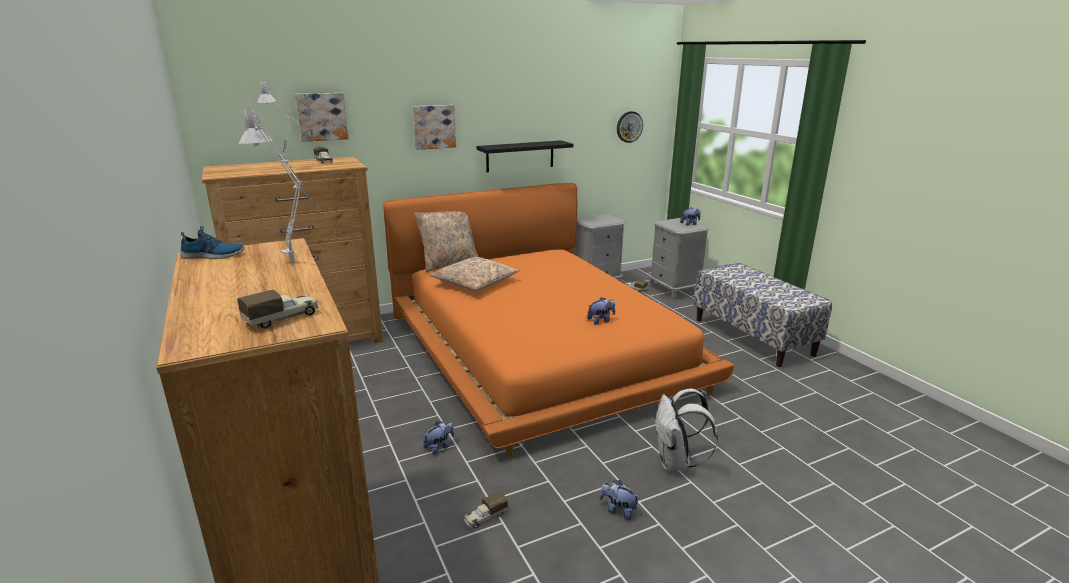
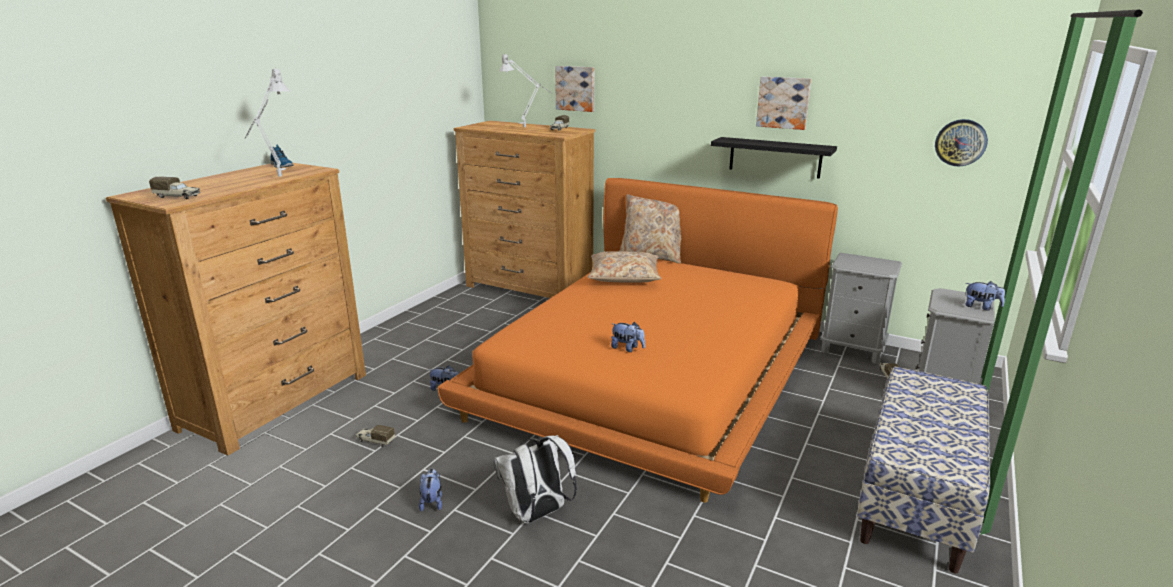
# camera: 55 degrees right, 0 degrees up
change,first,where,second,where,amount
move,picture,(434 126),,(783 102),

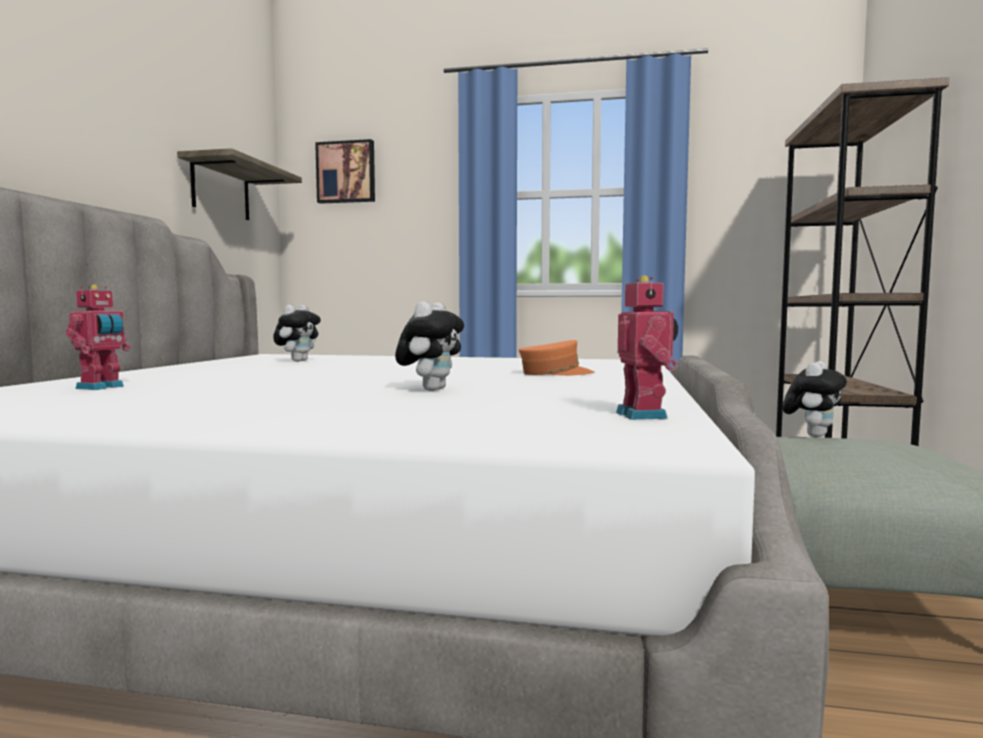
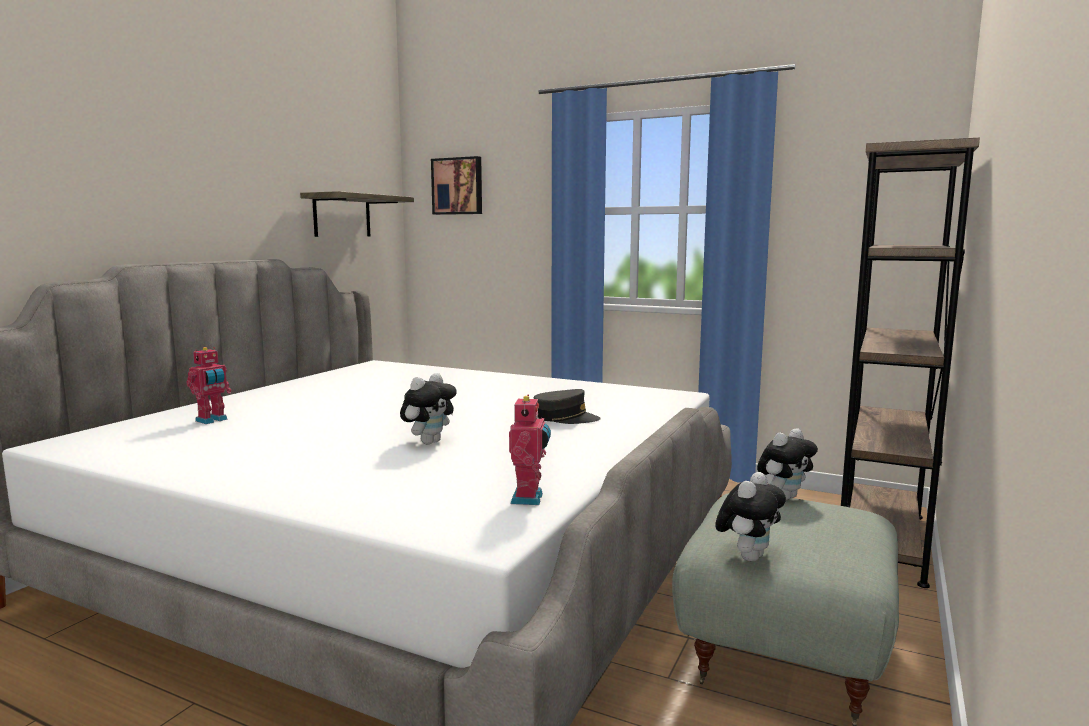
# camera: 15 degrees right, 5 degrees up
change,first,where,second,where,amount
recolor,orange_cap,(555 373),grey_cap,(565 418),
move,plush_toy,(298 361),,(748 556),

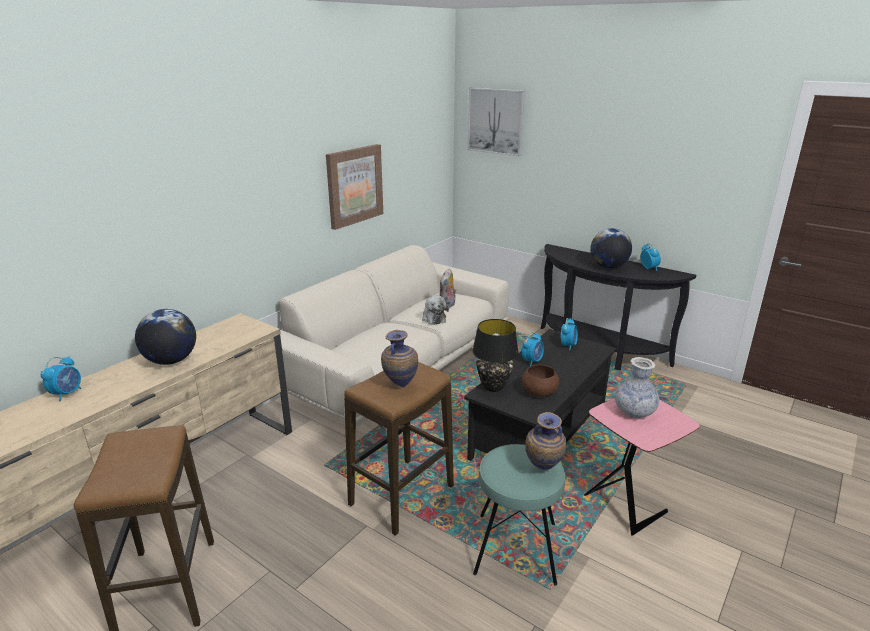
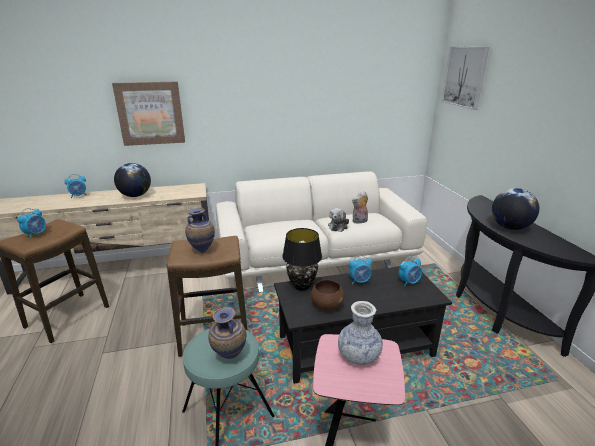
# camera: 40 degrees right, 0 degrees up
change,first,where,second,where,amount
move,alarm_clock,(648 268),,(36 234),
move,picture,(354 185),,(150 113),

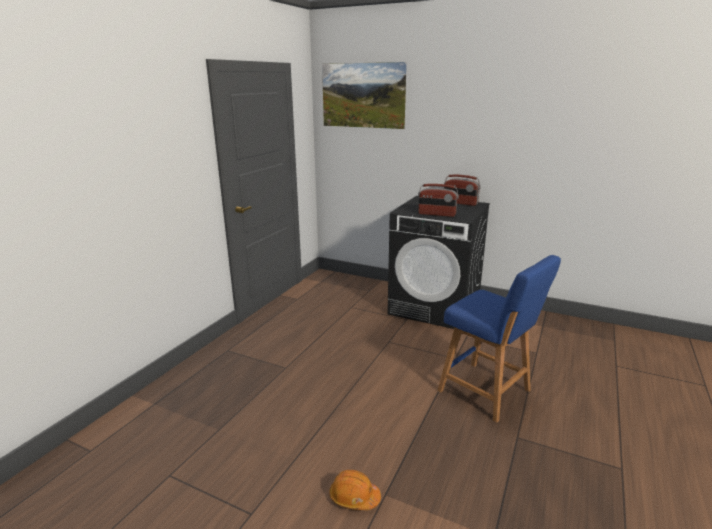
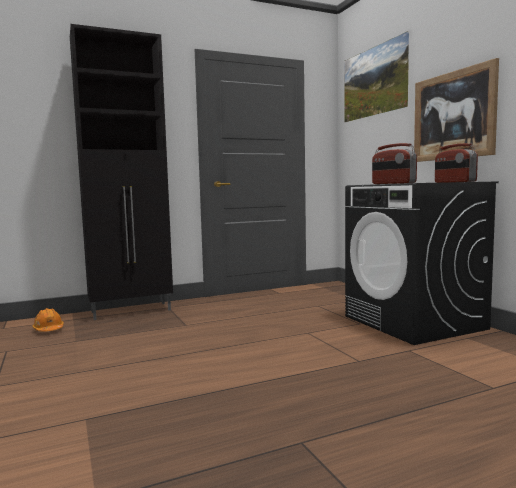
# camera: 40 degrees right, 15 degrees down
change,first,where,second,where,amount
move,orange_hard_hat,(354 497),,(48 329),
insert,,,black_cabinet,(132 311),
insert,,,picture,(453 115),
delete,blue_stool,(488 392),,,

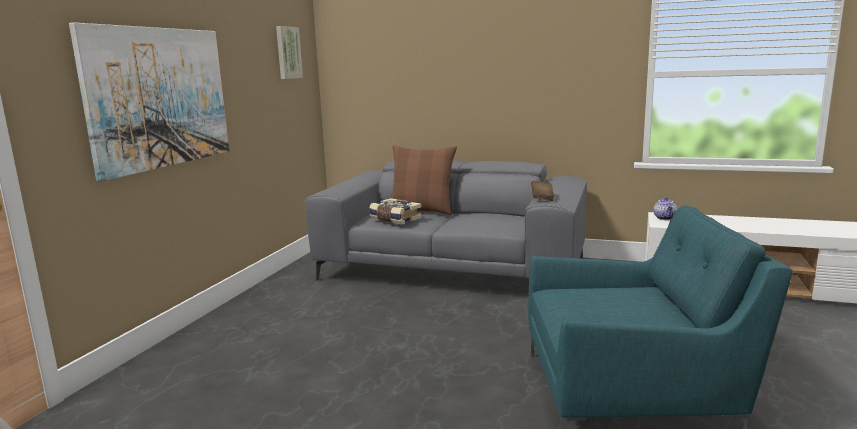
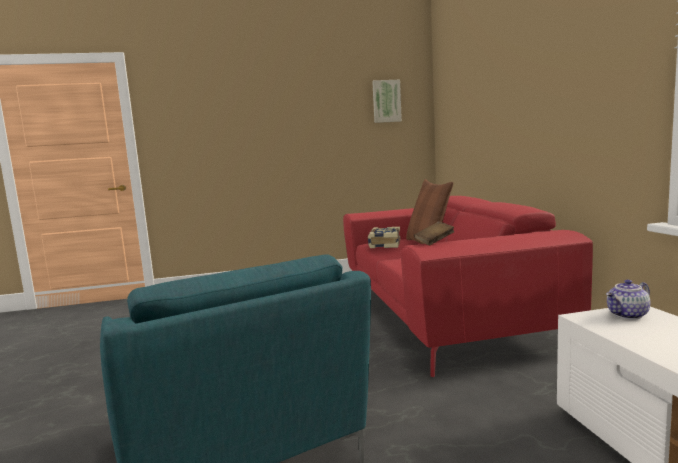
# camera: 60 degrees right, 5 degrees down
change,first,where,second,where,amount
recolor,grey_sofa,(452 270),red_sofa,(440 310),
delete,picture,(159 98),,,

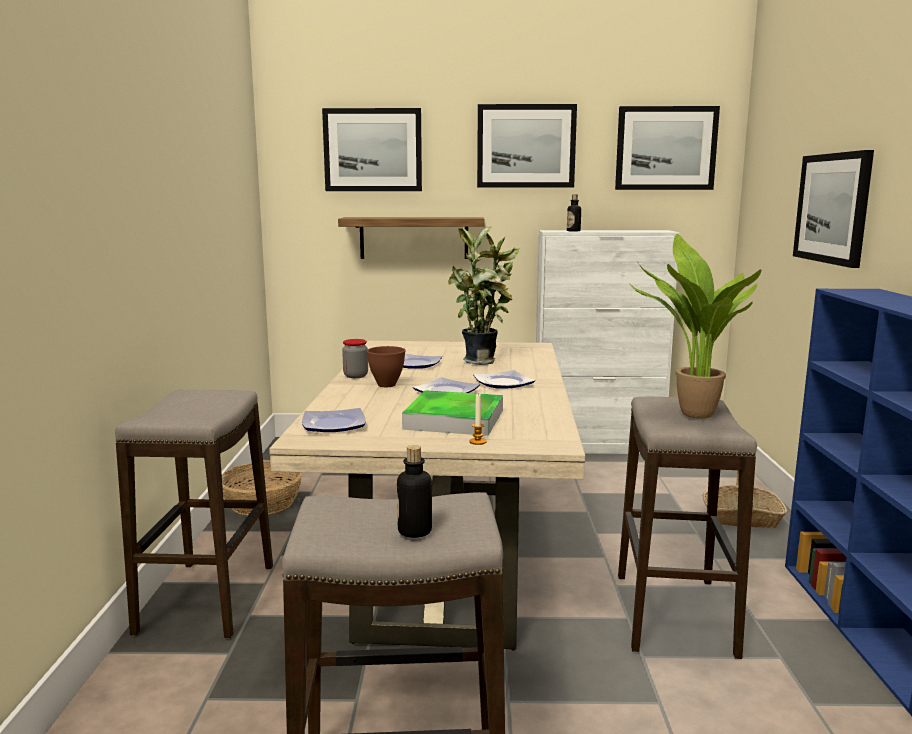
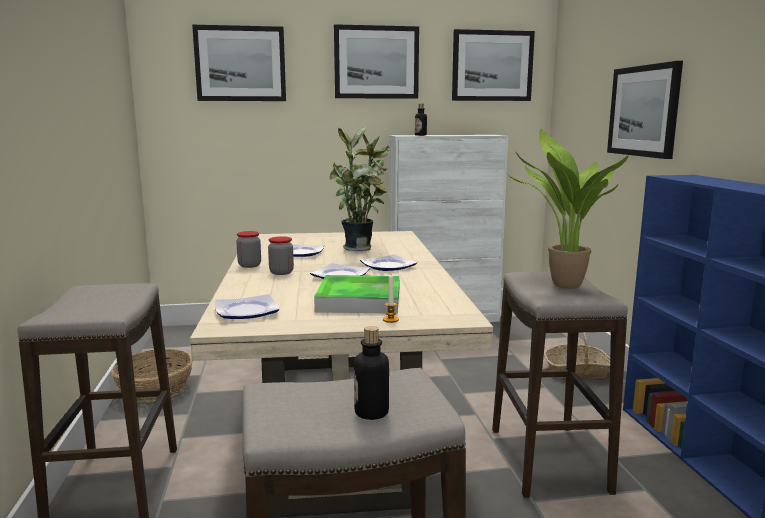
# camera: 10 degrees left, 0 degrees up
change,first,where,second,where,amount
replace,brown_bowl,(385 385),jar,(281 272),
delete,shelf,(414 238),,,

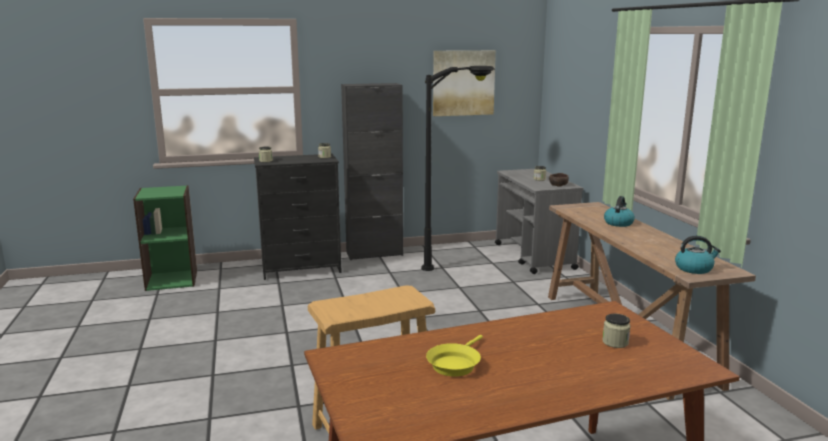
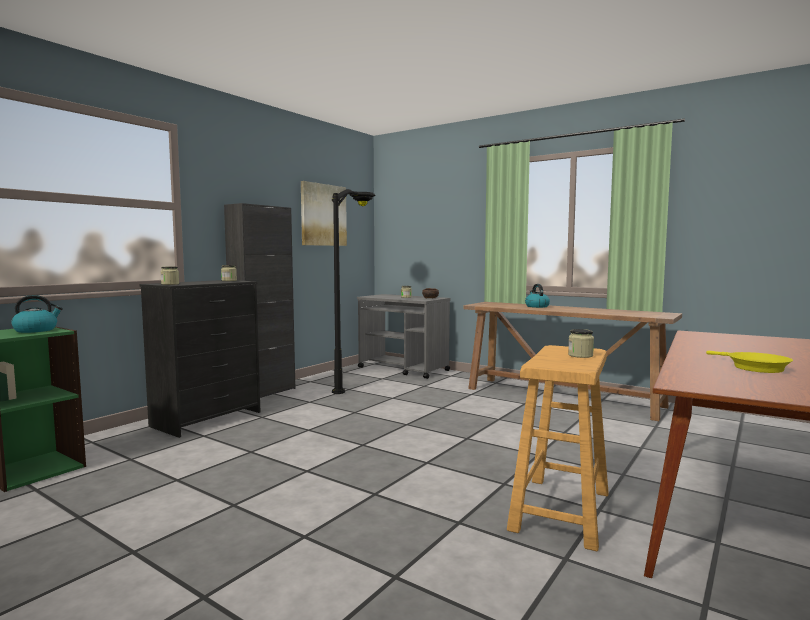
# camera: 40 degrees left, 10 degrees down
change,first,where,second,where,amount
move,kettle,(694 268),,(36 330),
move,jar,(615 342),,(580 355),

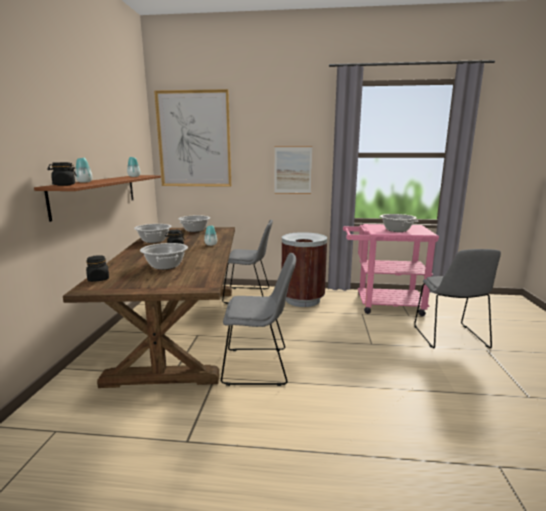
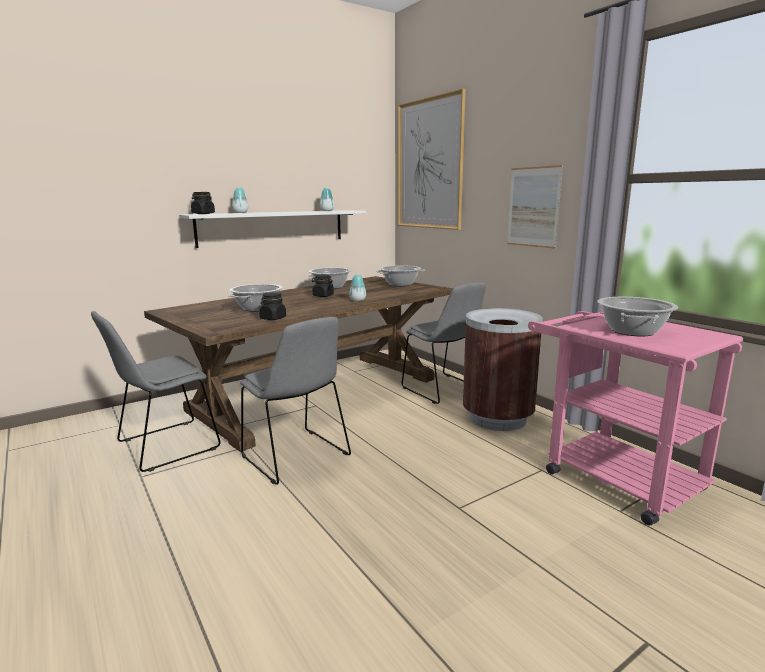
# camera: 50 degrees right, 0 degrees up
change,first,where,second,where,amount
move,grey_chair,(450 338),,(164 446),
recolor,brown_shelf,(97 194),white_shelf,(272 227),
move,black_jar,(98 279),,(273 318),

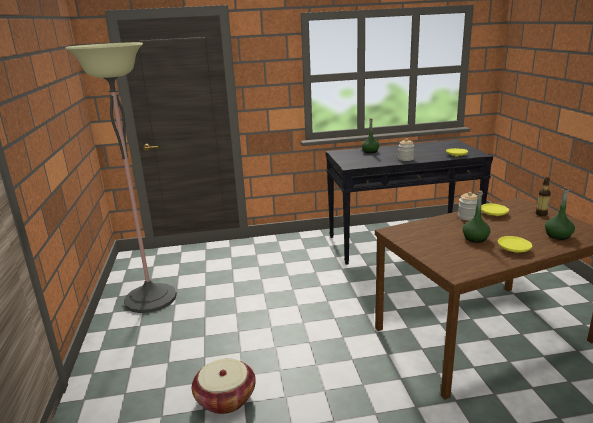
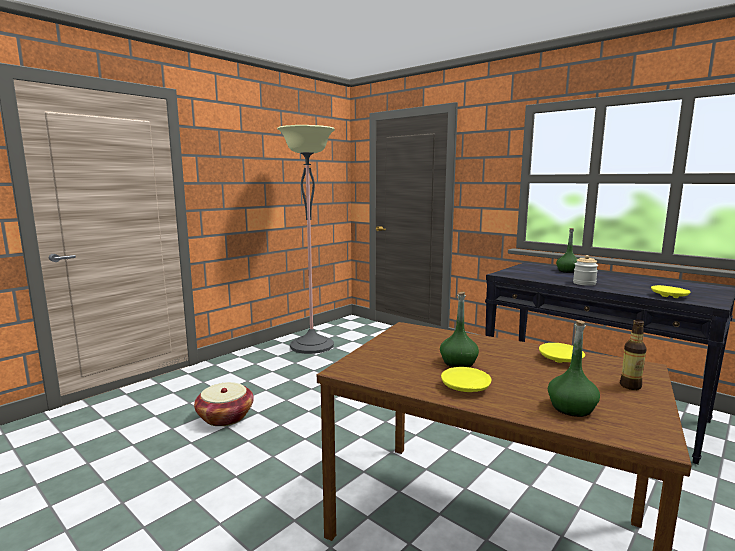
# camera: 50 degrees right, 10 degrees down
change,first,where,second,where,amount
delete,jar,(468 217),,,

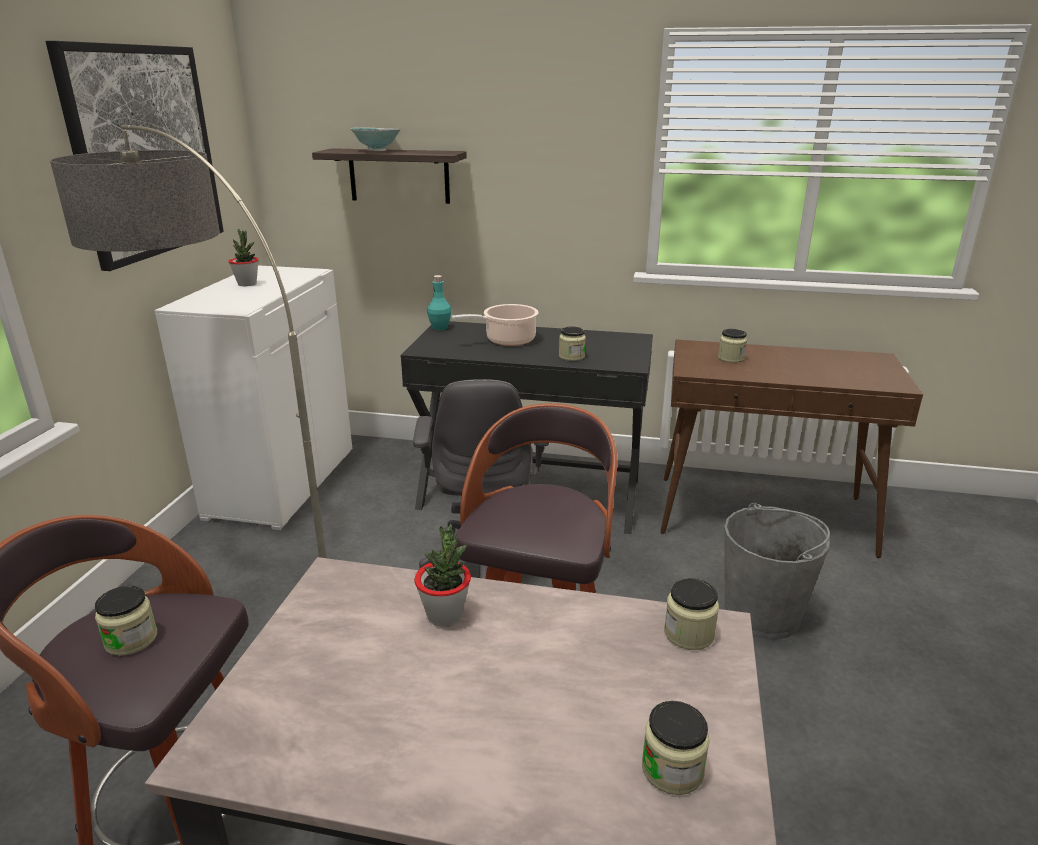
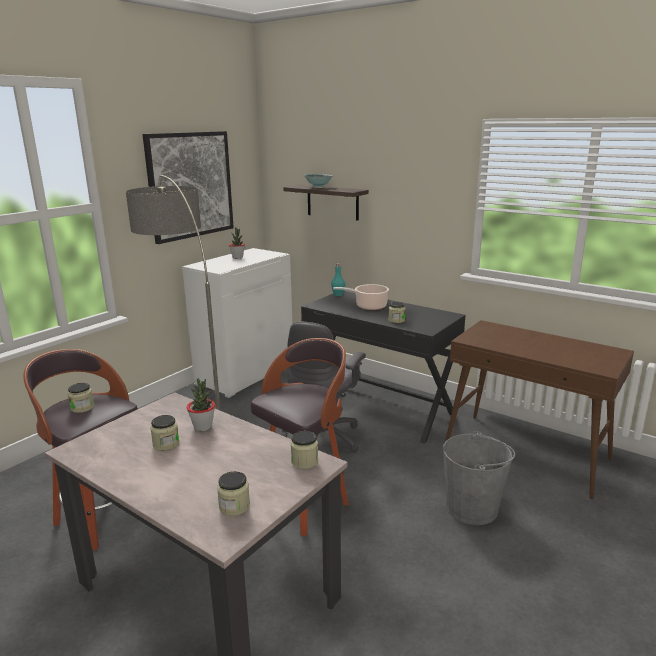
# camera: 25 degrees right, 5 degrees down
change,first,where,second,where,amount
move,jar,(731 358),,(166 444),

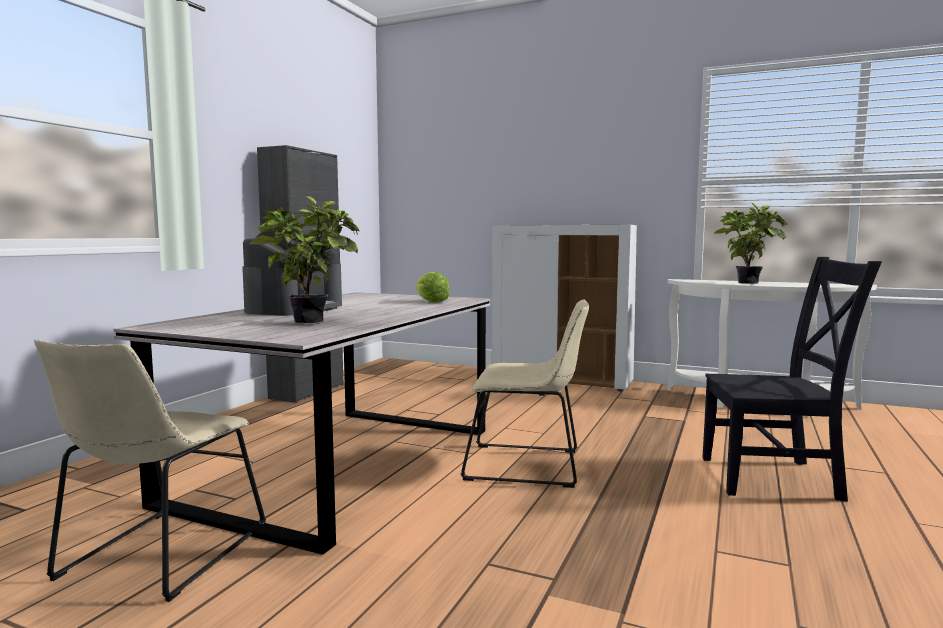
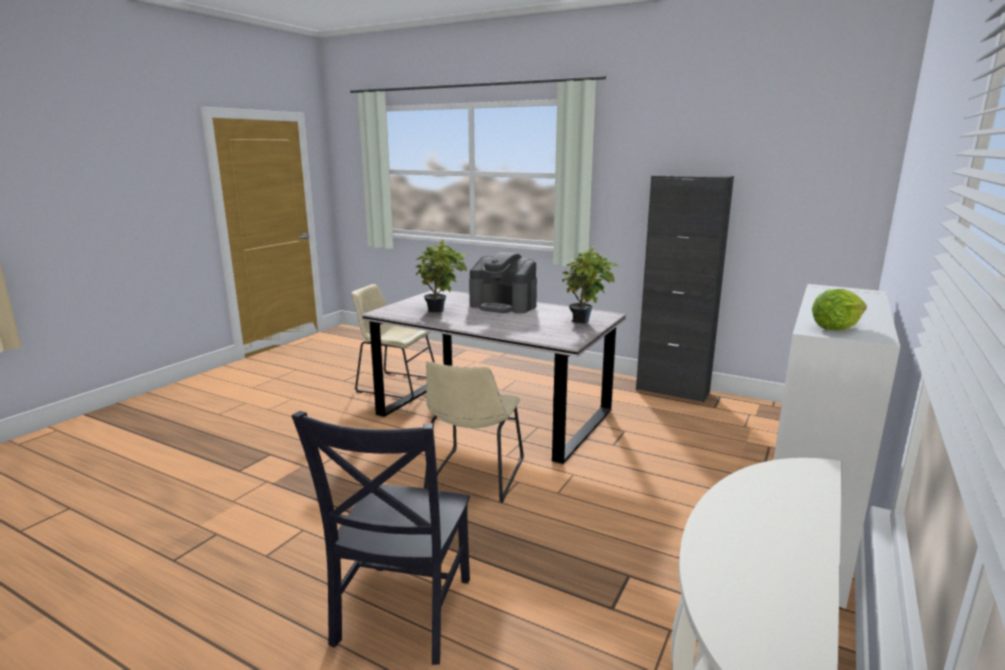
# camera: 95 degrees right, 10 degrees up
change,first,where,second,where,amount
move,potted_plant,(748 283),,(584 322),
move,lettuce,(430 302),,(836 327),

